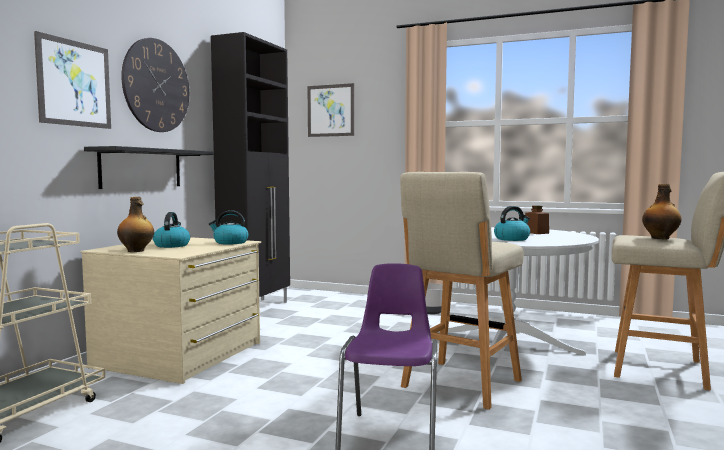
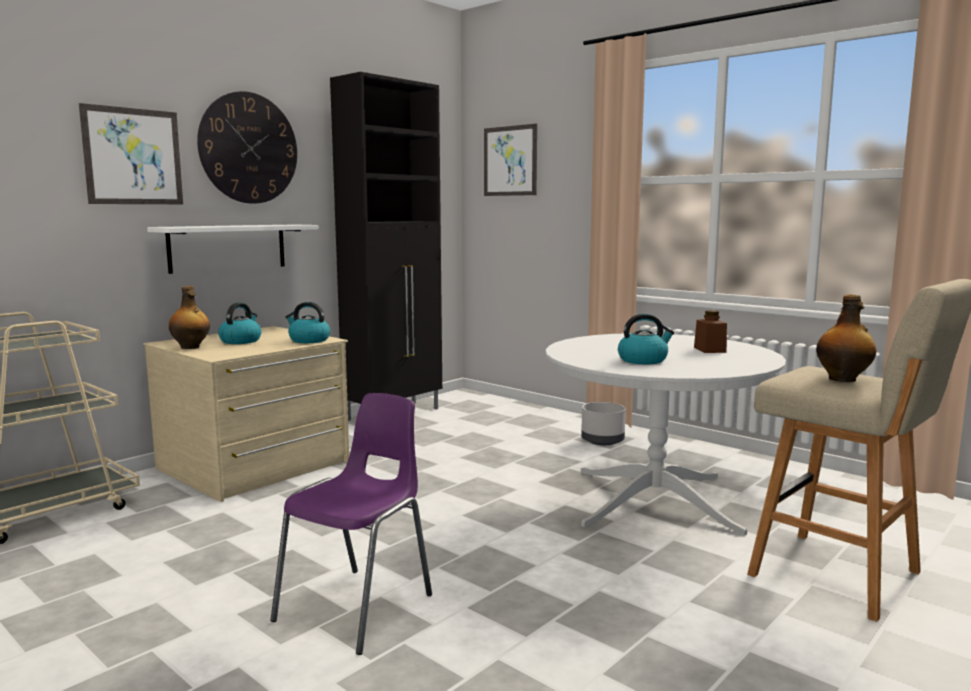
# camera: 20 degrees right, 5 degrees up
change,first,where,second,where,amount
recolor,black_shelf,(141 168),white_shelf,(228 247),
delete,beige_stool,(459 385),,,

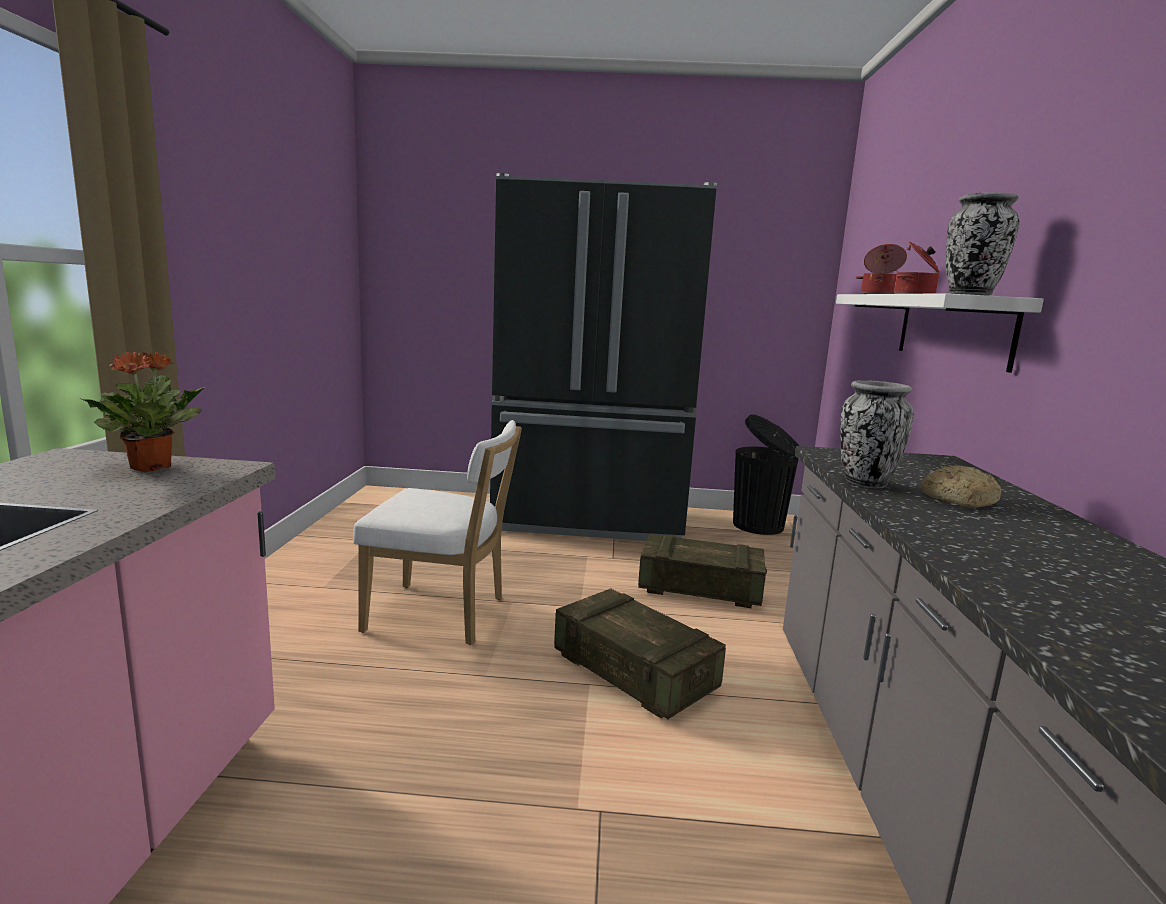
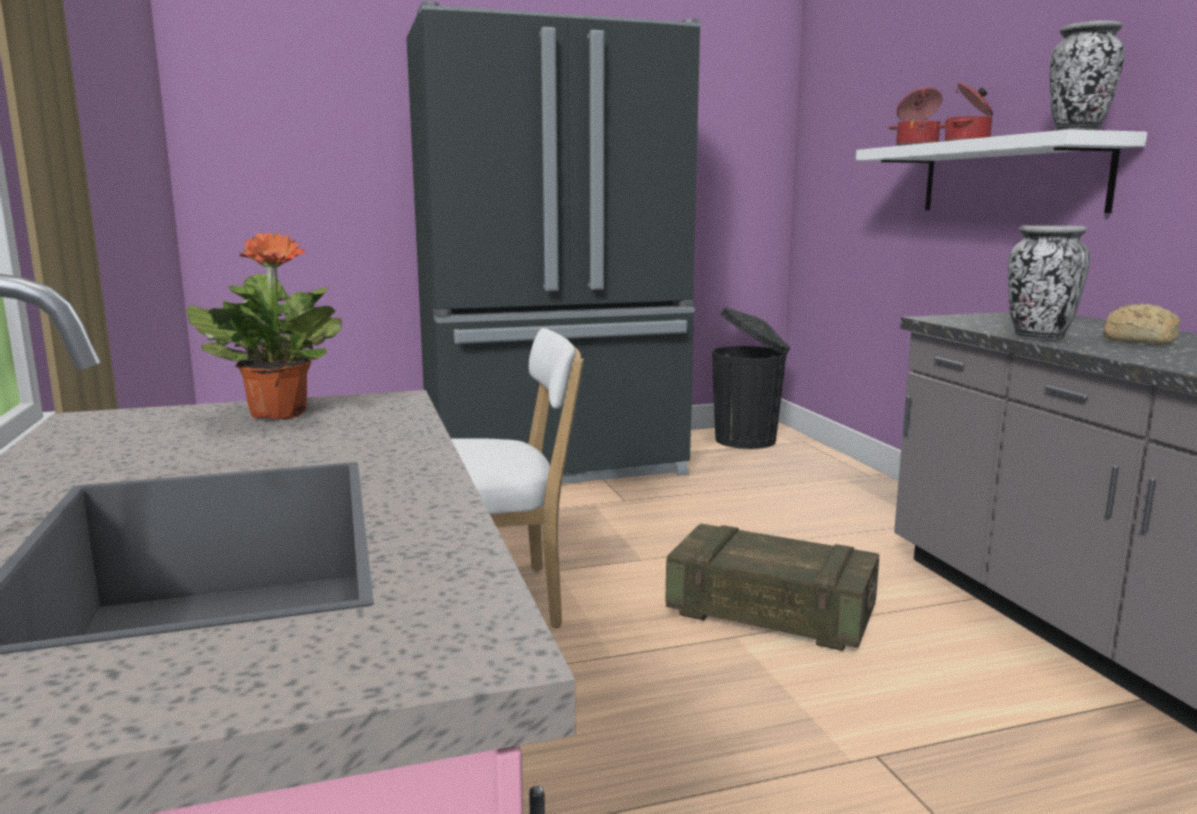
# camera: 20 degrees left, 0 degrees up
change,first,where,second,where,amount
delete,crate,(700 588),,,

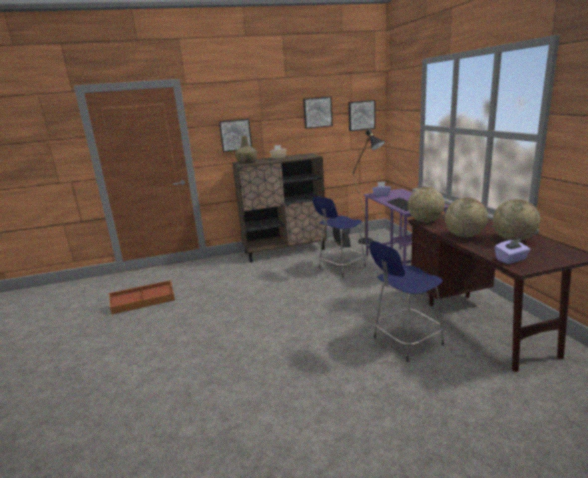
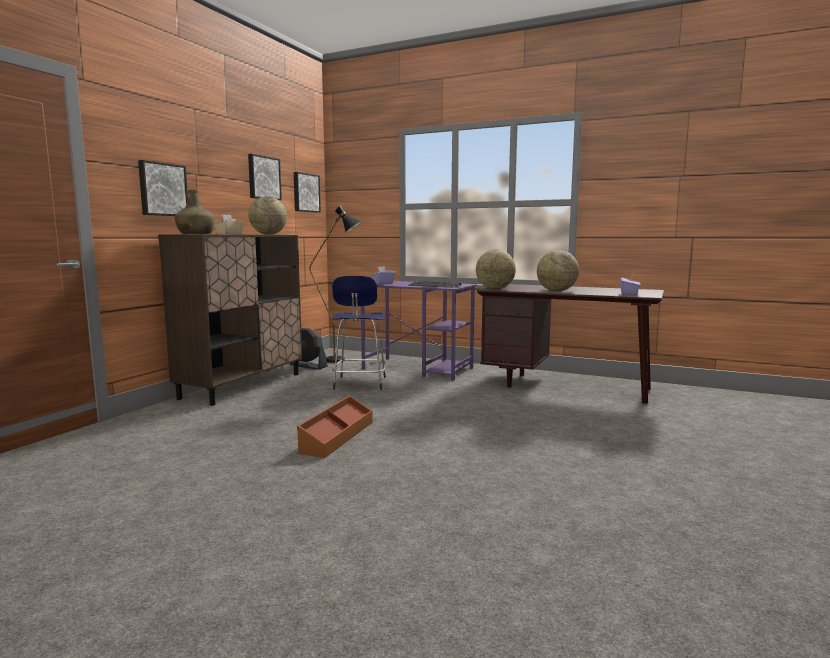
# camera: 50 degrees left, 10 degrees down
change,first,where,second,where,amount
move,globe,(513 239),,(268 234),
move,brown_storage_box,(144 303),,(337 436),
delete,blue_stool,(405 342),,,

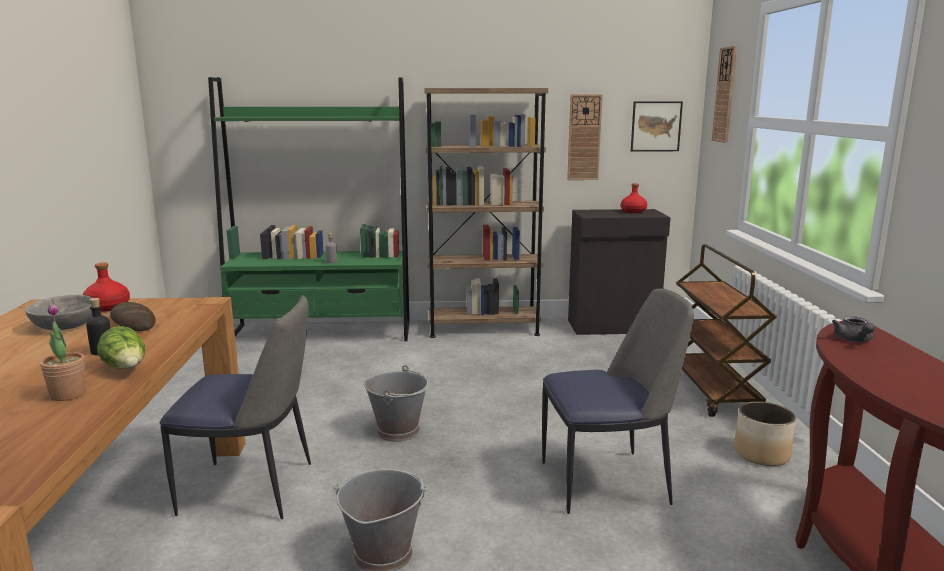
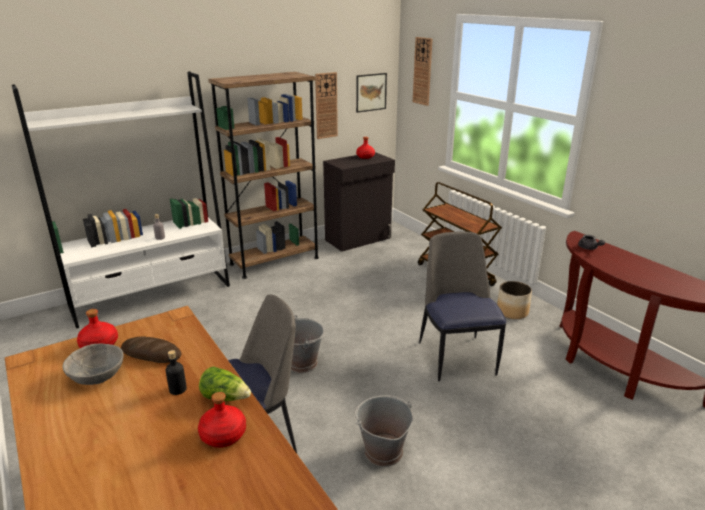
# camera: 30 degrees left, 10 degrees up
change,first,where,second,where,amount
recolor,green_bookcase,(322 333),white_bookcase,(152 295),
replace,potted_plant,(68 395),red_bottle,(224 435),
rotate,chair,(608 482),,(456 356),60 degrees counterclockwise

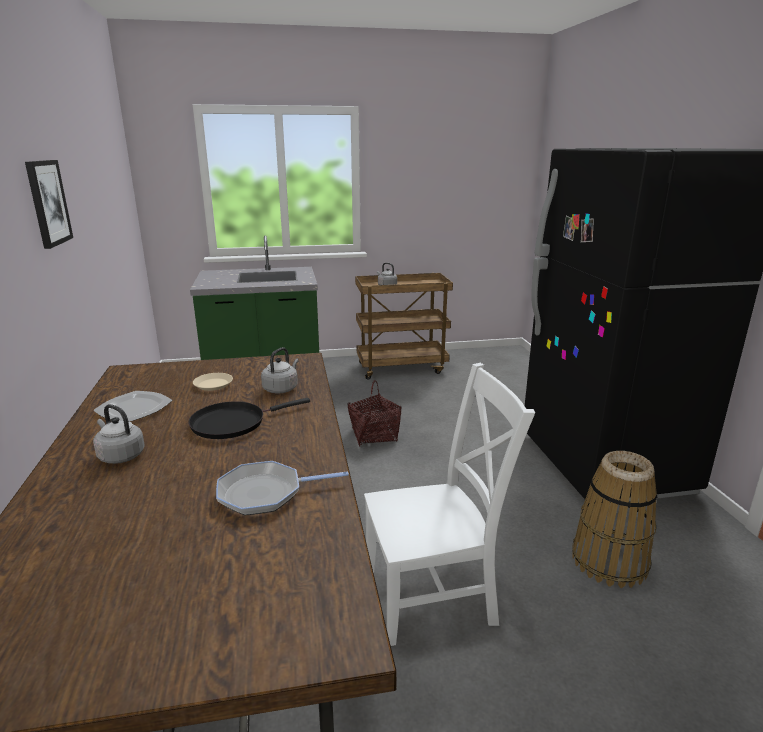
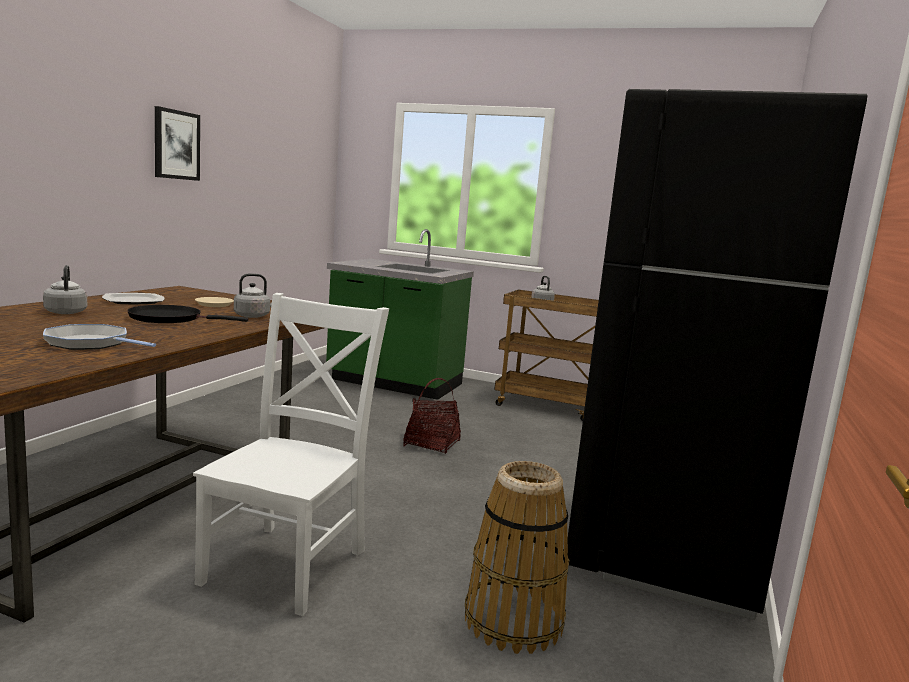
# camera: 30 degrees right, 10 degrees down
change,first,where,second,where,amount
rotate,white_chair,(435 595),,(289 563),90 degrees counterclockwise

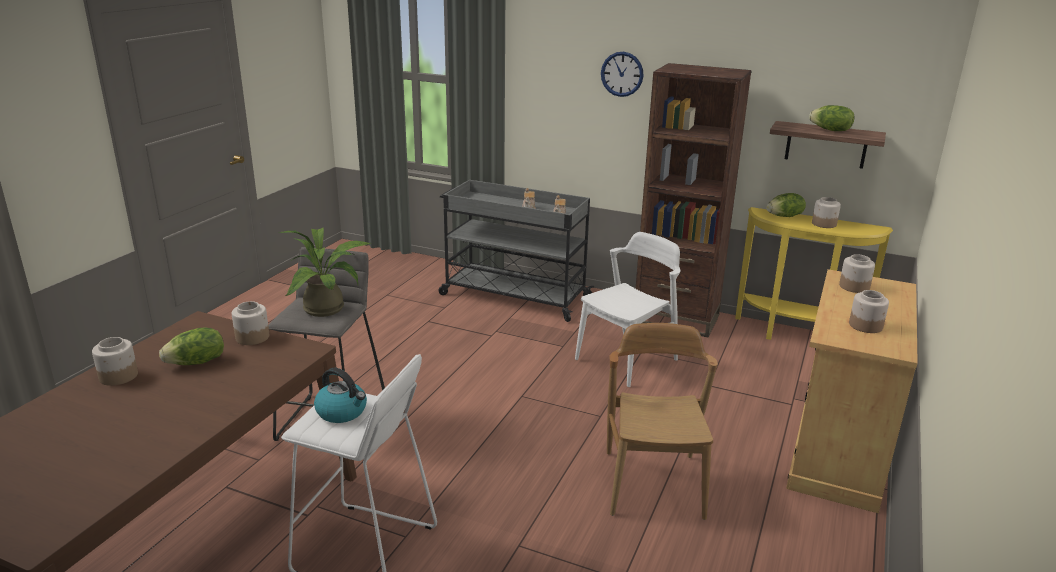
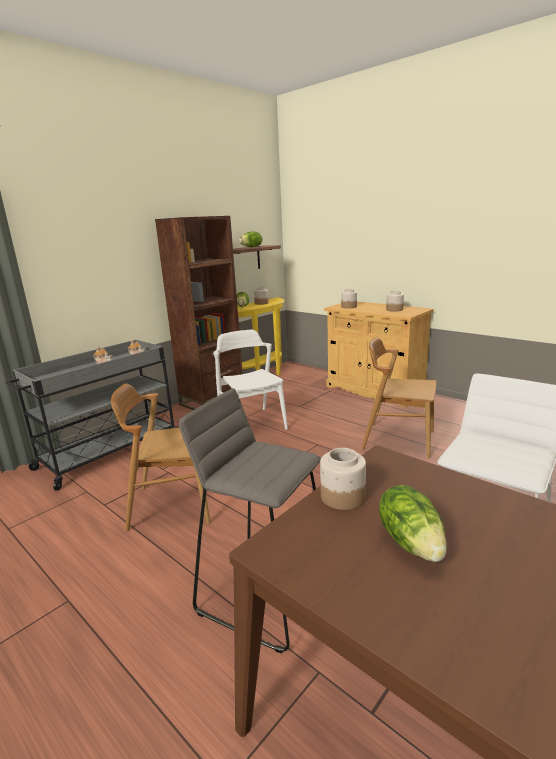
# camera: 70 degrees left, 5 degrees down
change,first,where,second,where,amount
insert,,,brown_chair,(173 504),
delete,jar,(118 376),,,
delete,potted_plant,(329 308),,,
delete,kettle,(342 412),,,
delete,wall_clock,(622 74),,,

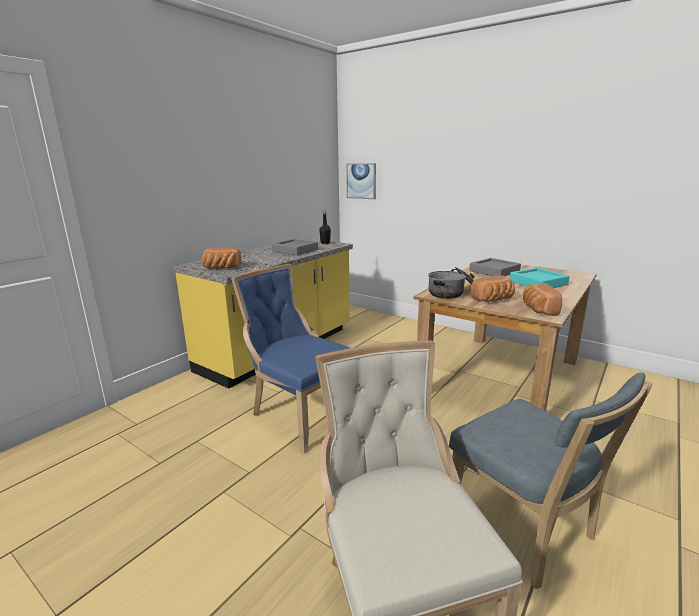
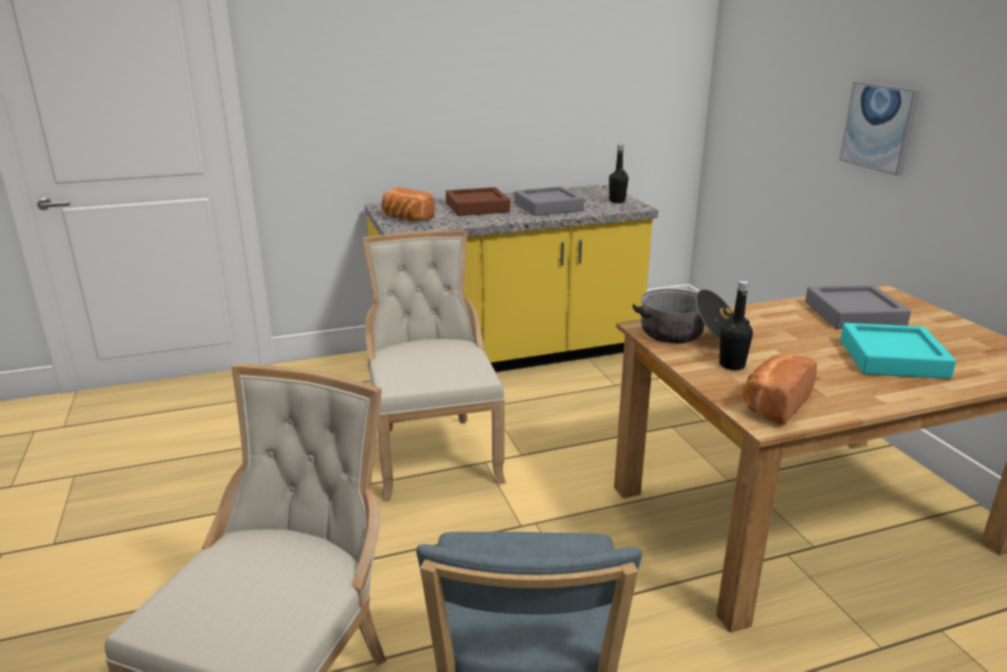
# camera: 35 degrees right, 5 degrees up
change,first,where,second,where,amount
recolor,blue_chair,(300 414),beige_chair,(433 452),
insert,,,brown_tray,(477 207),
replace,bread,(493 300),black_bottle,(732 365),
move,picture,(361 181),,(879 127),

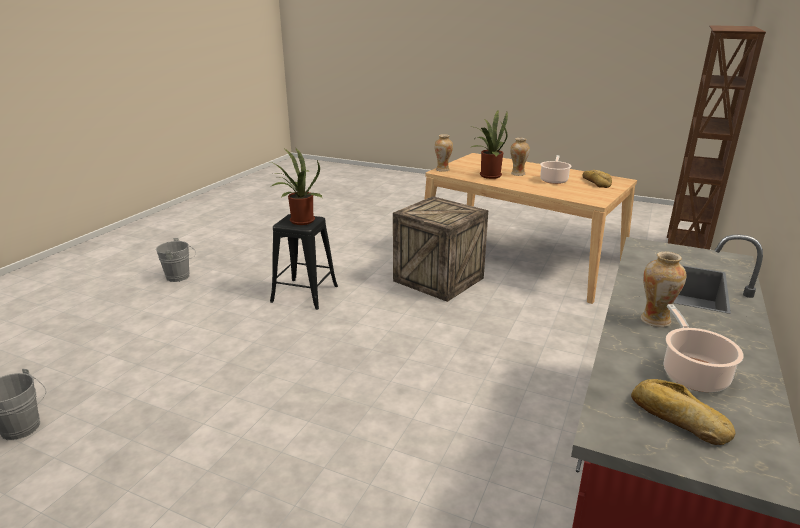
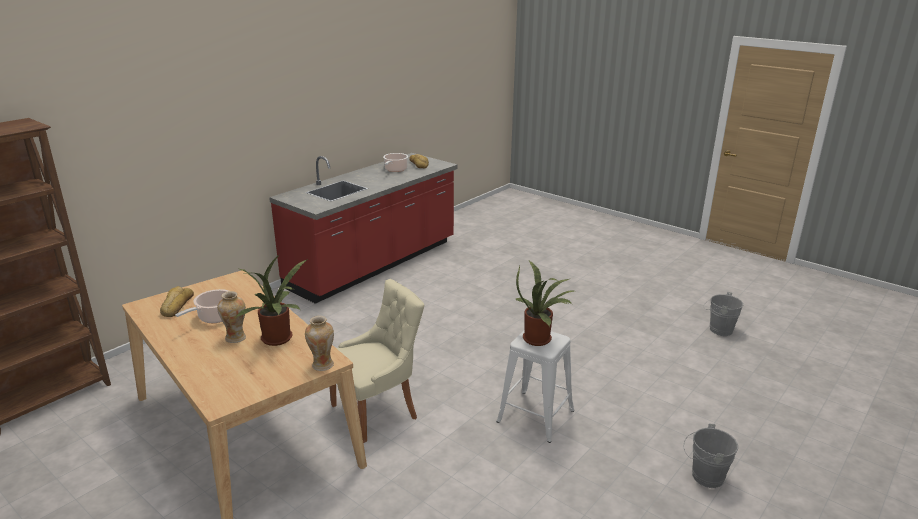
# camera: 165 degrees left, 0 degrees up
change,first,where,second,where,amount
replace,crate,(437 279),beige_chair,(377 411),
recolor,black_stool,(305 293),white_stool,(535 416),
delete,vase,(655 320),,,

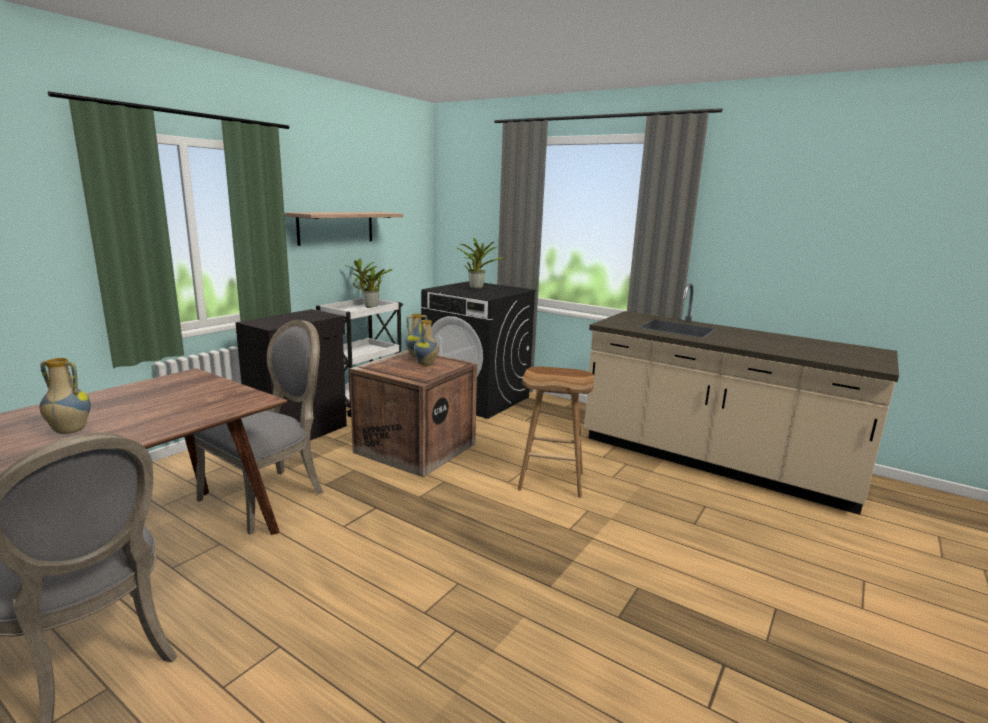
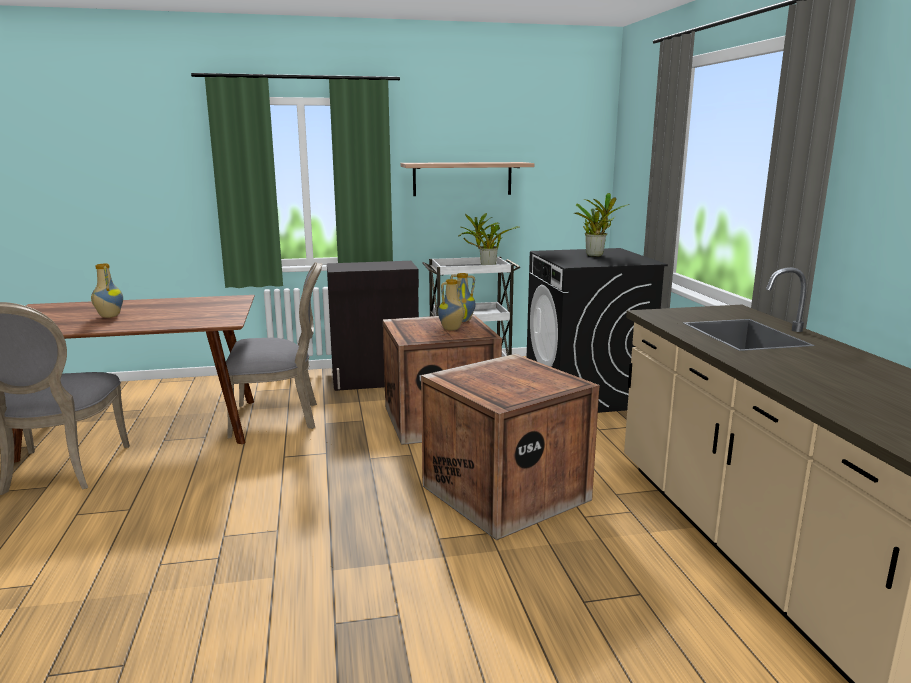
# camera: 45 degrees right, 0 degrees up
change,first,where,second,where,amount
replace,brown_stool,(552 481),crate,(508 493),

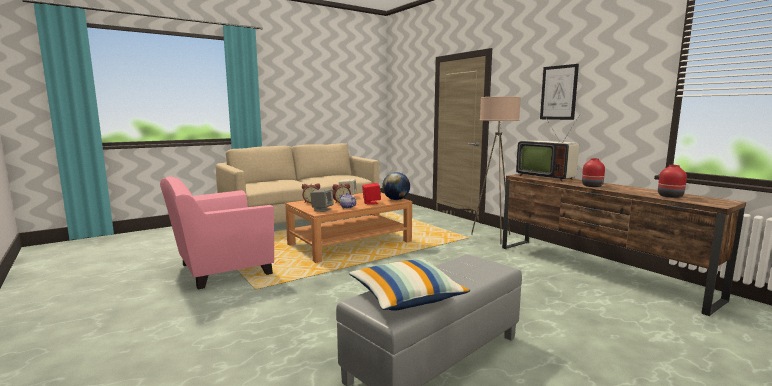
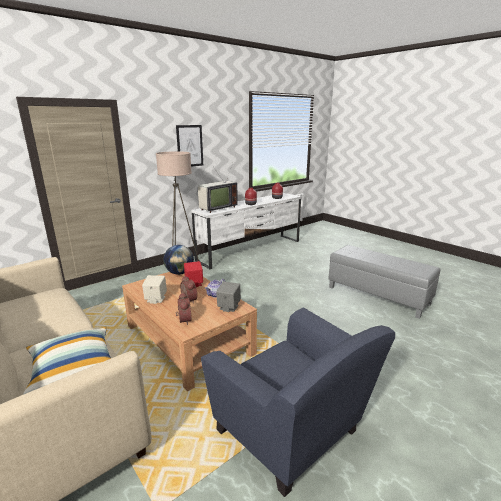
# camera: 95 degrees left, 10 degrees up
change,first,where,second,where,amount
move,pillow,(406 297),,(72 369),
recolor,brown_tv_stand,(597 271),white_tv_stand,(251 250),
recolor,pink_armchair,(219 270),blue_armchair,(293 434),

